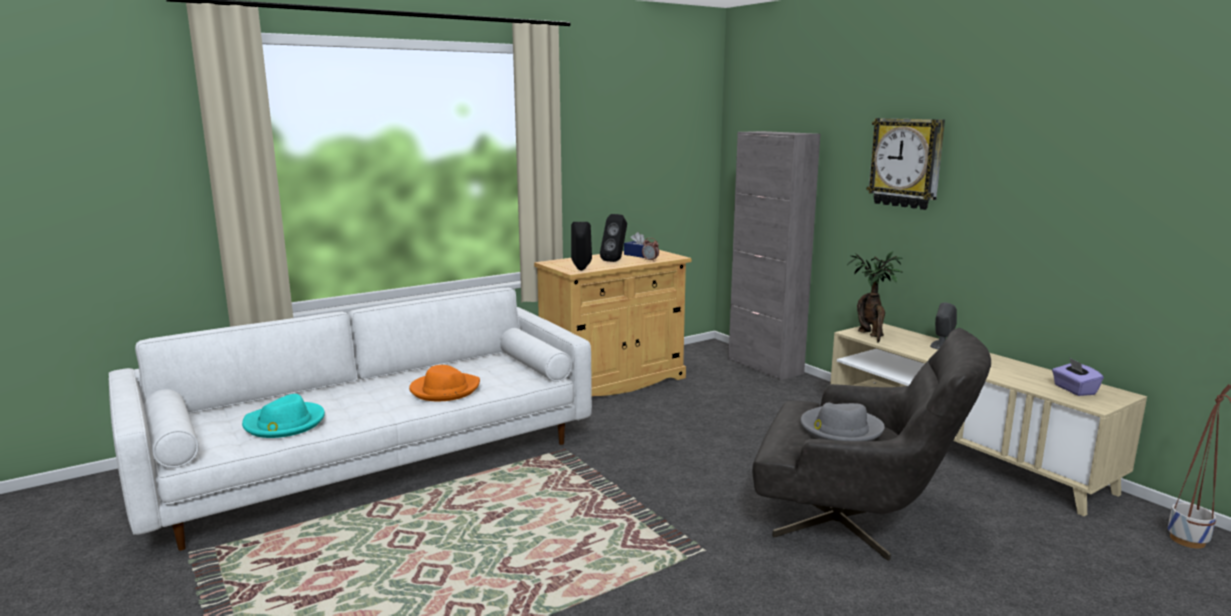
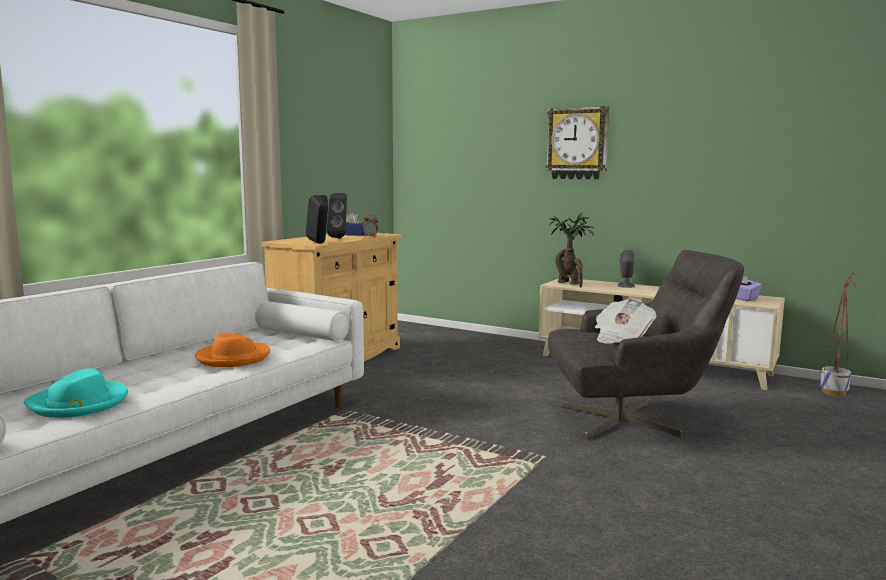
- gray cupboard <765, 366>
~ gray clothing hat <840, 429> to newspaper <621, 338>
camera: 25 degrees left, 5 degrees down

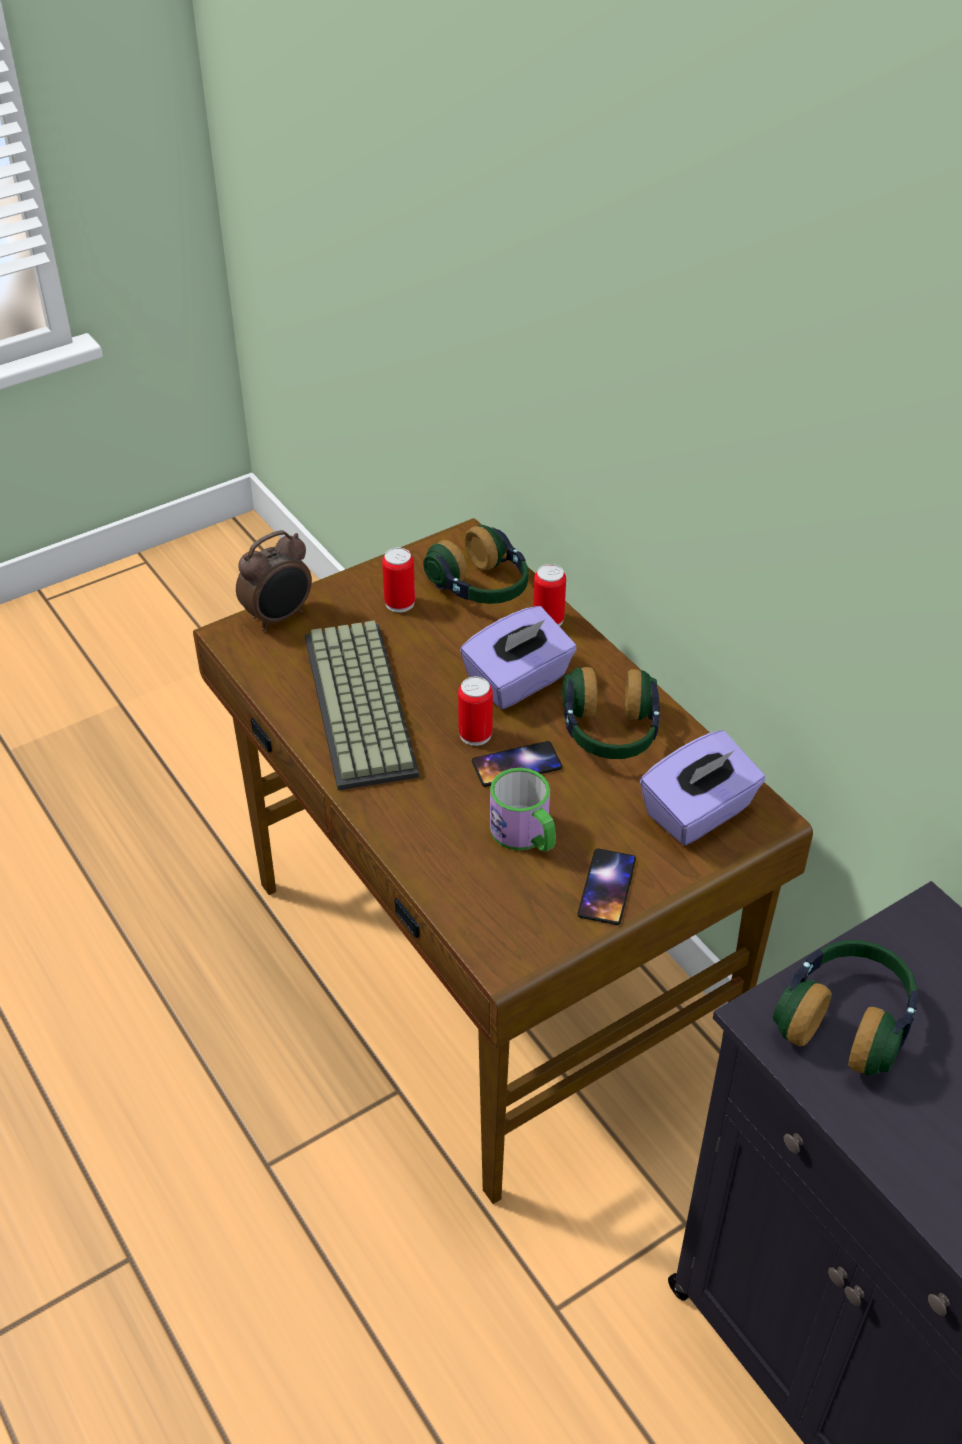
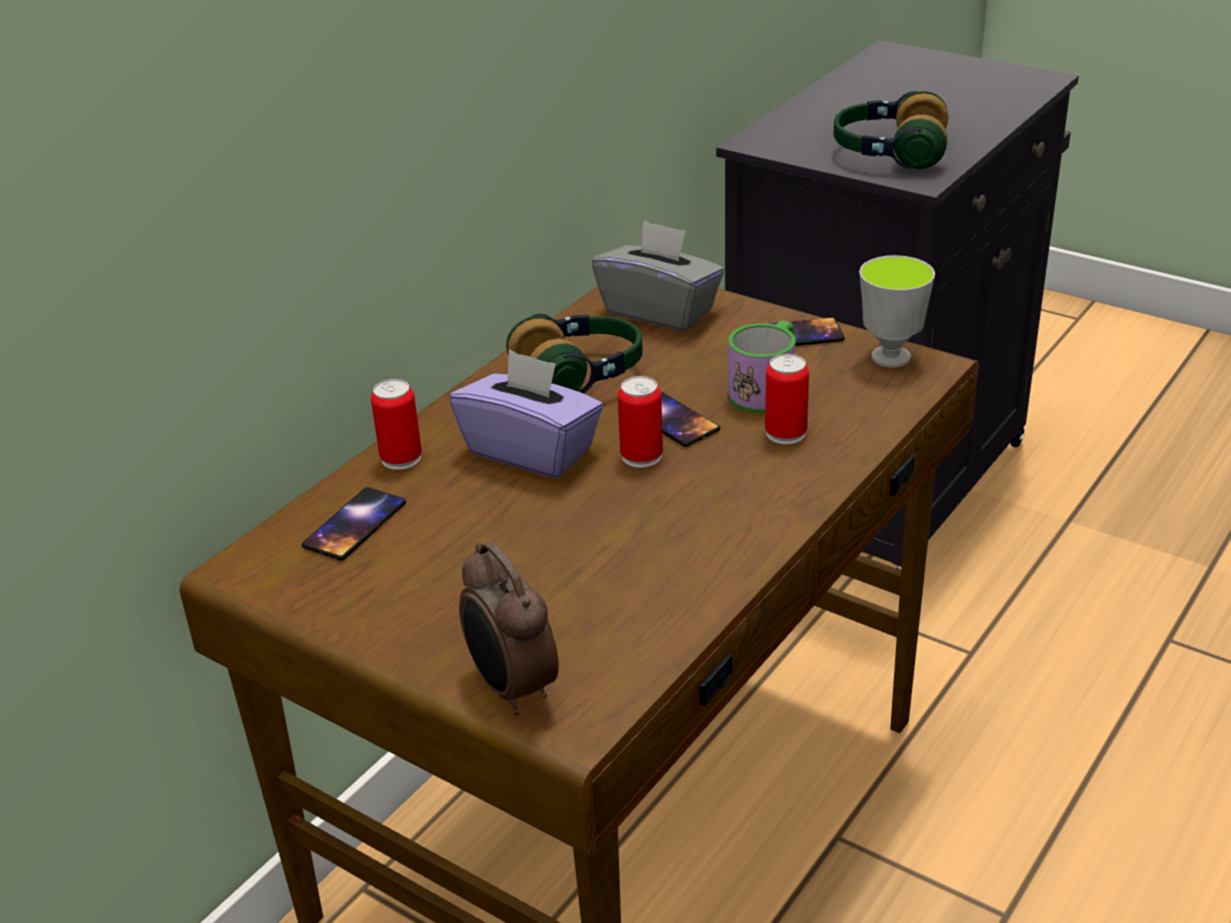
~ pair of headphones <481, 587> to handset <355, 524>
~ alarm clock <279, 617> = <511, 688> 150 degrees counterclockwise
~ metal can <399, 603> to <785, 433>
- PC keyboard <363, 706>
~ purplish box of tissues <698, 813> to gray box of tissues <660, 311>
+ drinking cup <891, 357>
camera: 110 degrees left, 10 degrees down

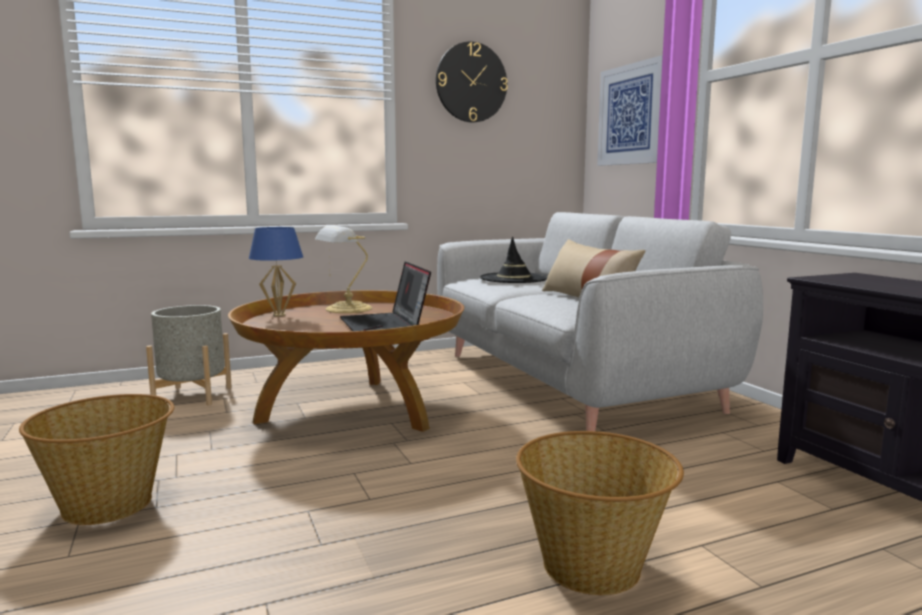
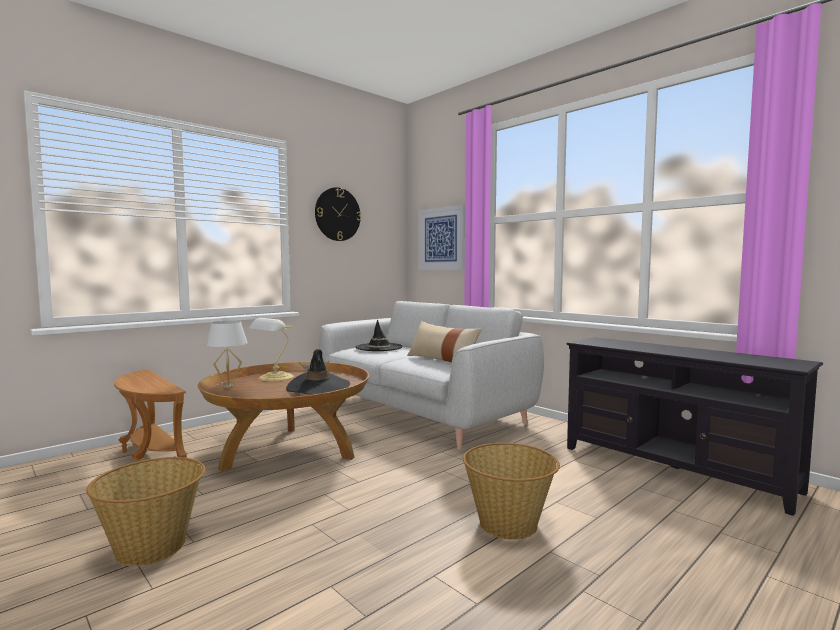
~ blue lamp for a table <279, 315> to white-coloured lamp for a table <228, 386>
~ laptop <385, 325> to black clothing hat <318, 388>
~ gray planter <193, 395> to brownish accent table <149, 456>
camera: 20 degrees left, 5 degrees down

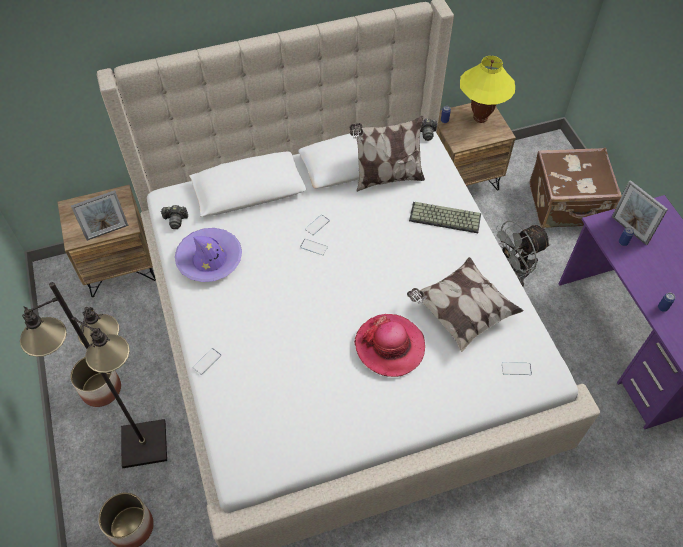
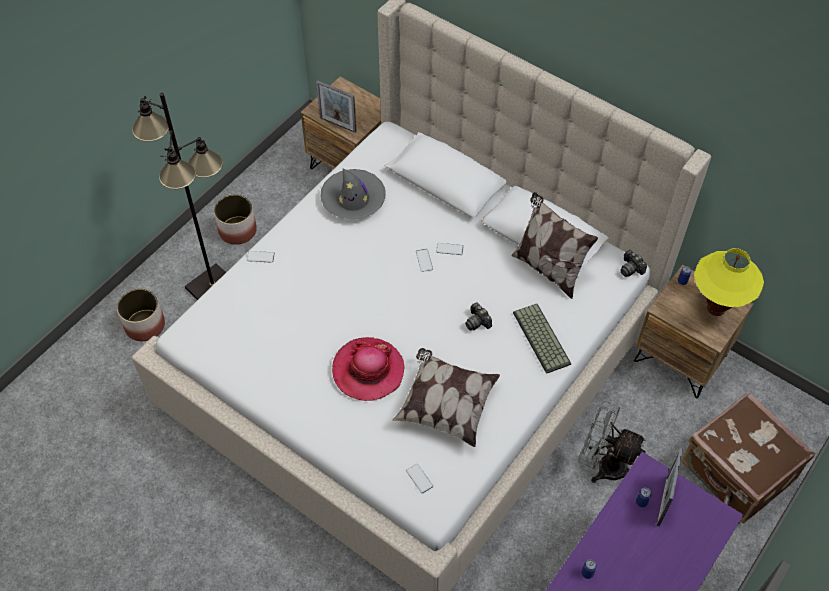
~ still camera <175, 220> to <477, 322>
~ purplish clothing hat <209, 259> to gray clothing hat <353, 199>
camera: 55 degrees right, 0 degrees up

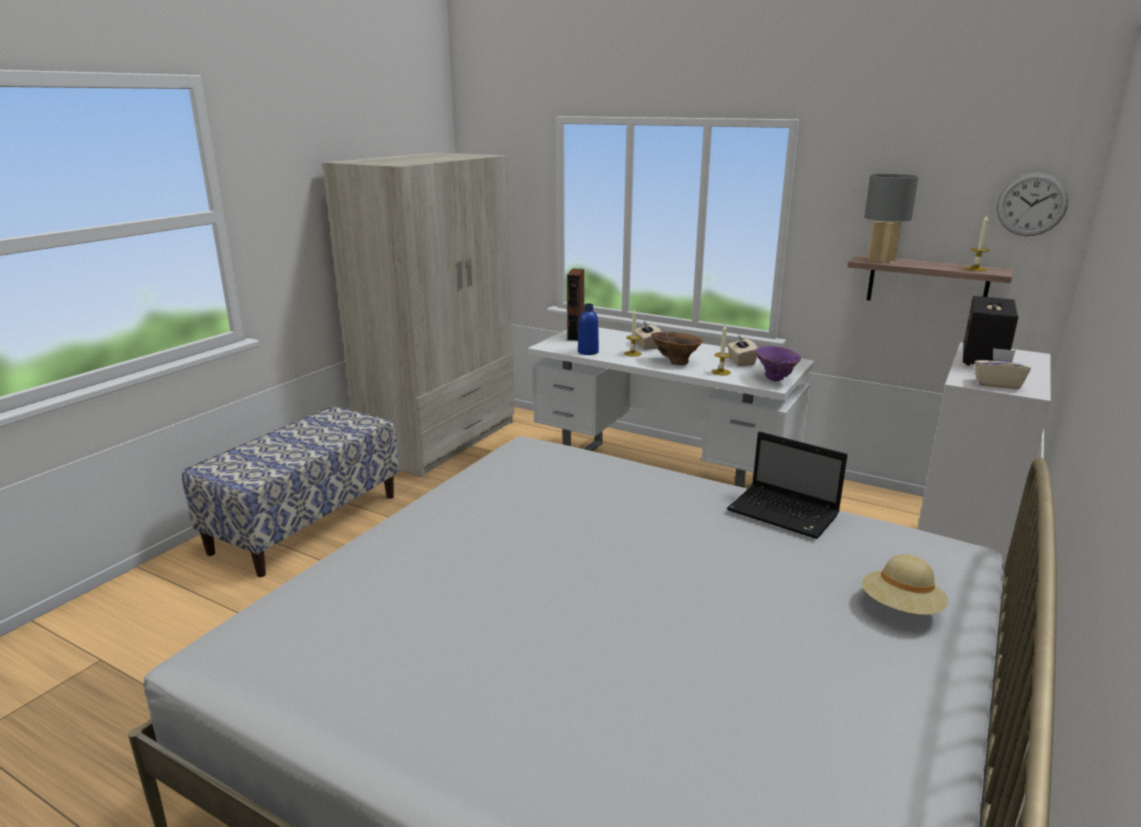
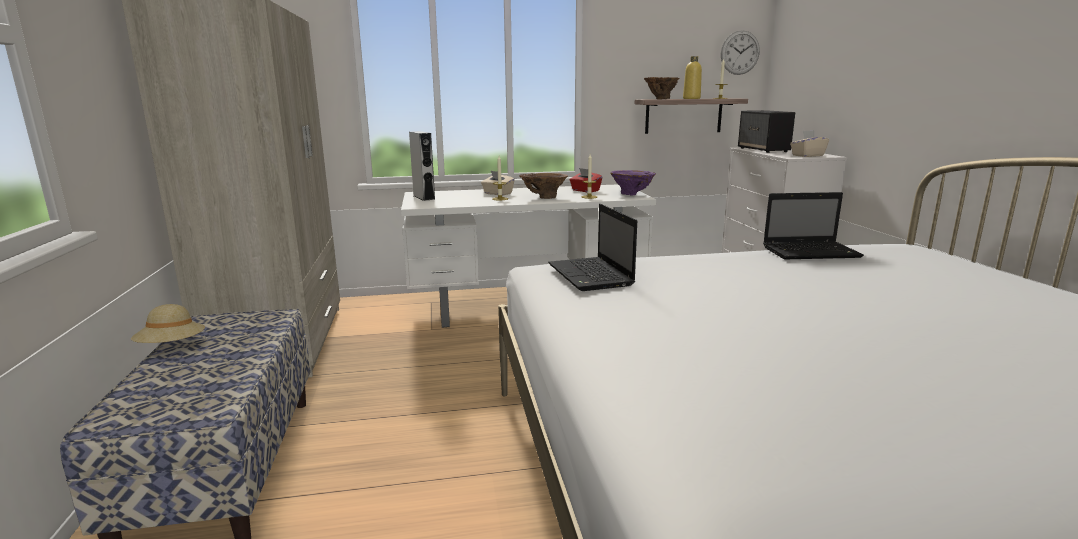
~ gray lamp for a table <880, 260> to brownish flower vase <660, 99>
~ brownish loudspeaker <575, 336> to gray loudspeaker <424, 197>
- blue drink bottle <588, 352>
~ beige-coloured box of tissues <741, 361> to red box of tissues <585, 191>
~ beige-coloured clothing hat <901, 609> to <172, 347>
+ yellowish drink bottle <691, 98>
+ laptop <591, 276>
camera: 40 degrees left, 5 degrees down

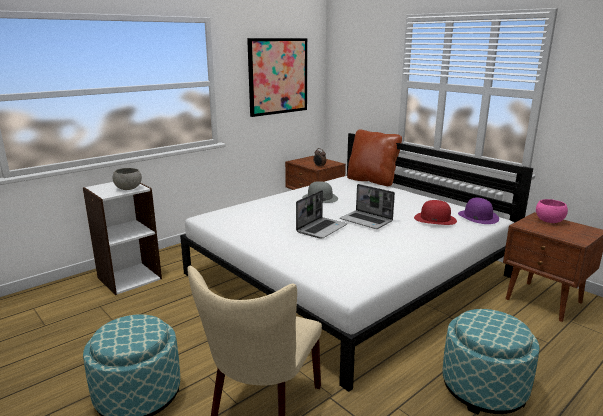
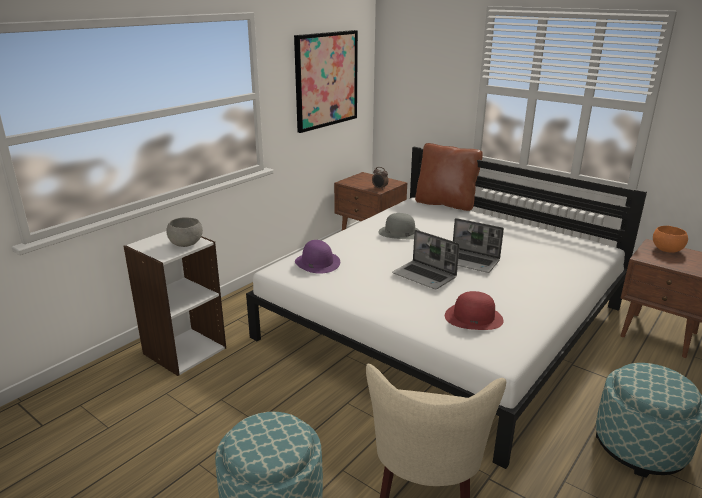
~ laptop <321, 228> = <425, 276> 105 degrees clockwise
~ purplish clothing hat <477, 216> to <317, 262>
~ pink bowl <549, 221> to orange-coloured bowl <666, 250>
~ red clothing hat <435, 219> to <474, 317>
camera: 10 degrees left, 5 degrees up

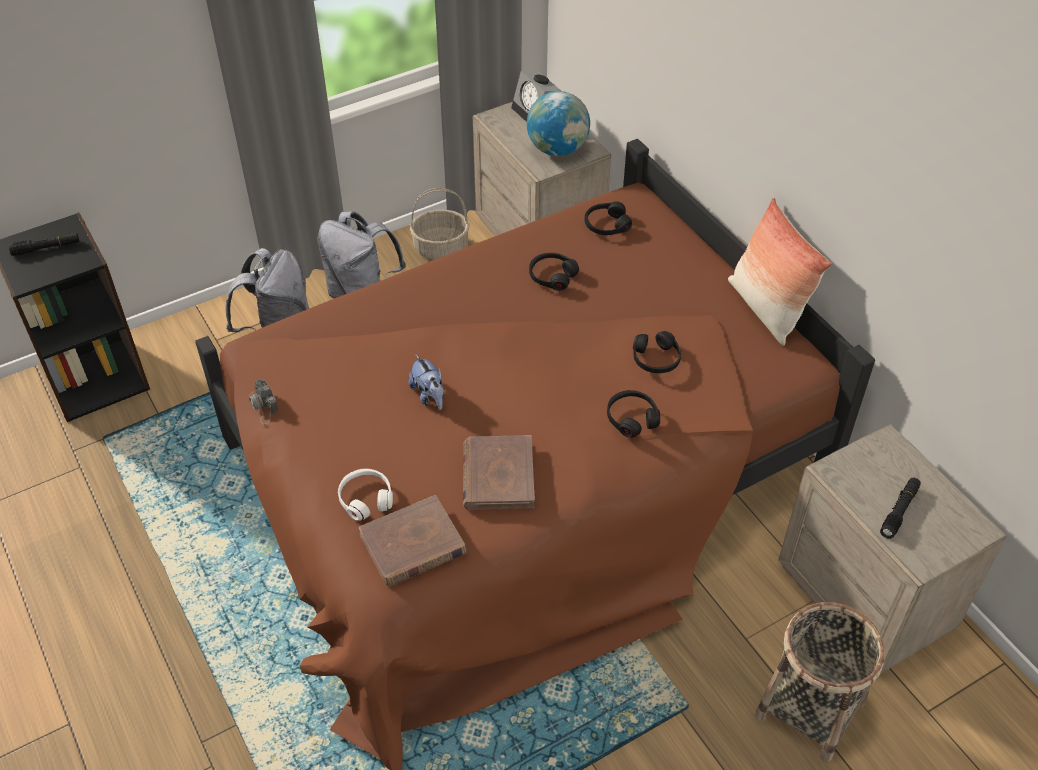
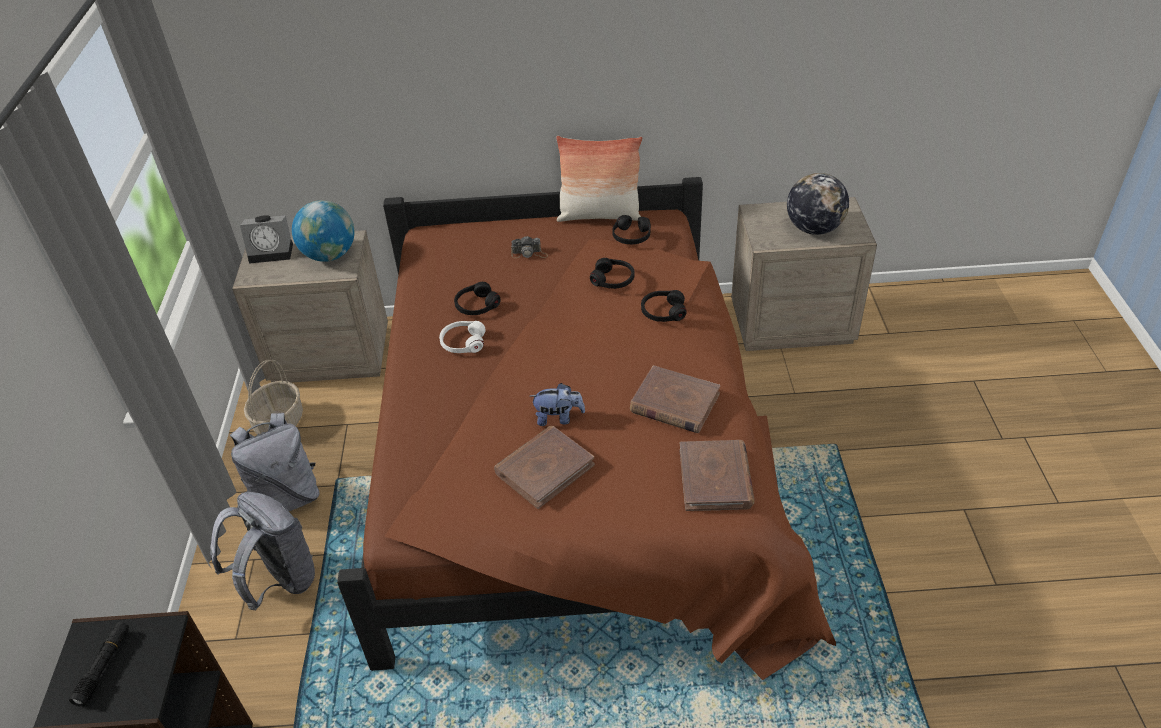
~ black pair of headphones <606, 225> to <631, 236>
~ still camera <263, 406> to <529, 253>
~ white-coloured pair of headphones <366, 498> to <463, 343>
~ black hand torch <899, 511> to globe <813, 229>
- household basket <810, 709>
+ brownish volume <544, 469>
camera: 60 degrees left, 5 degrees down

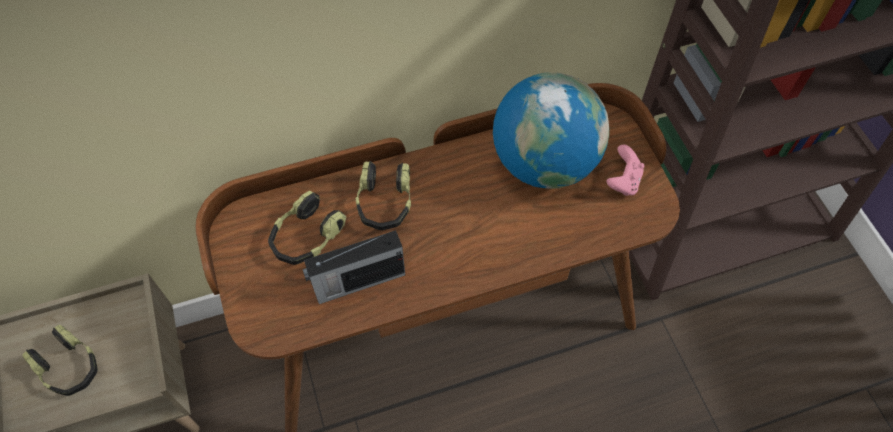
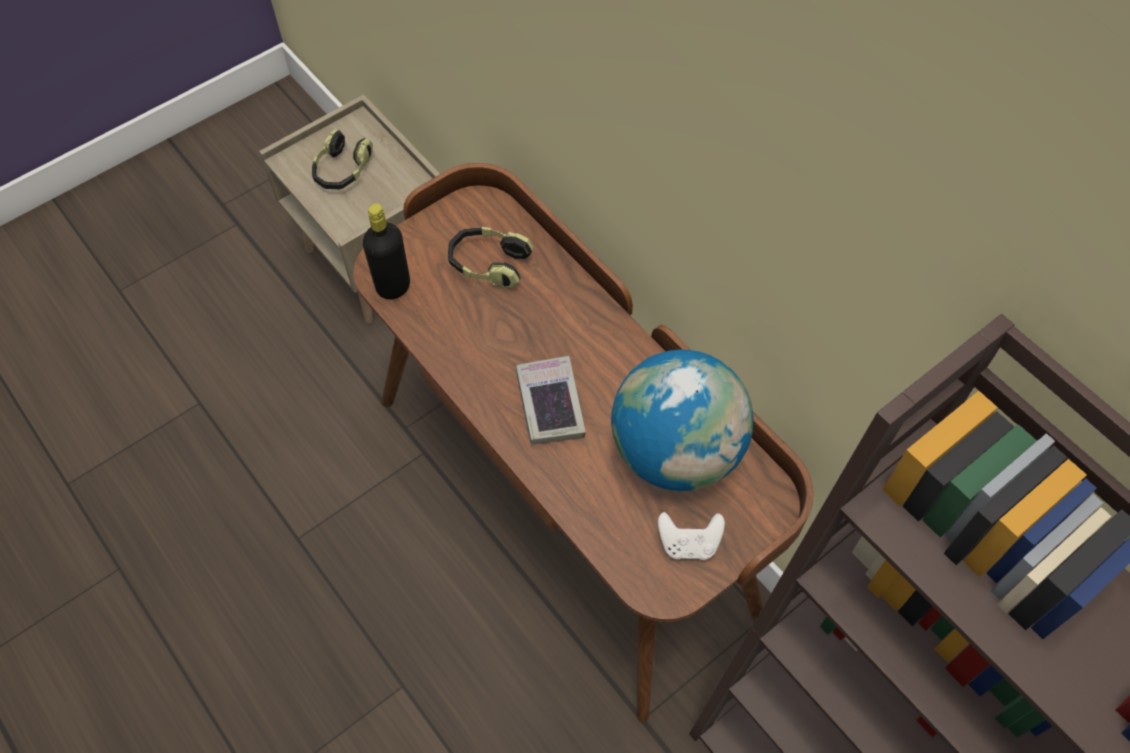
~ pink joypad <623, 181> to white-coloured joypad <688, 543>
- pair of headphones <385, 203>
- radio set <357, 281>
+ black drink bottle <393, 286>
+ volume <550, 404>
camera: 70 degrees right, 0 degrees up

